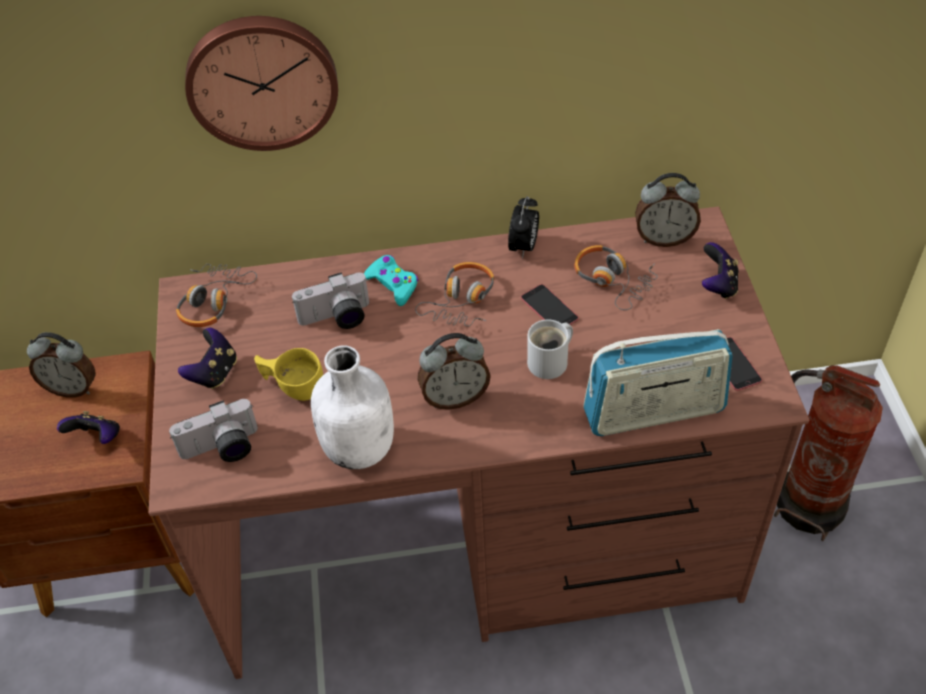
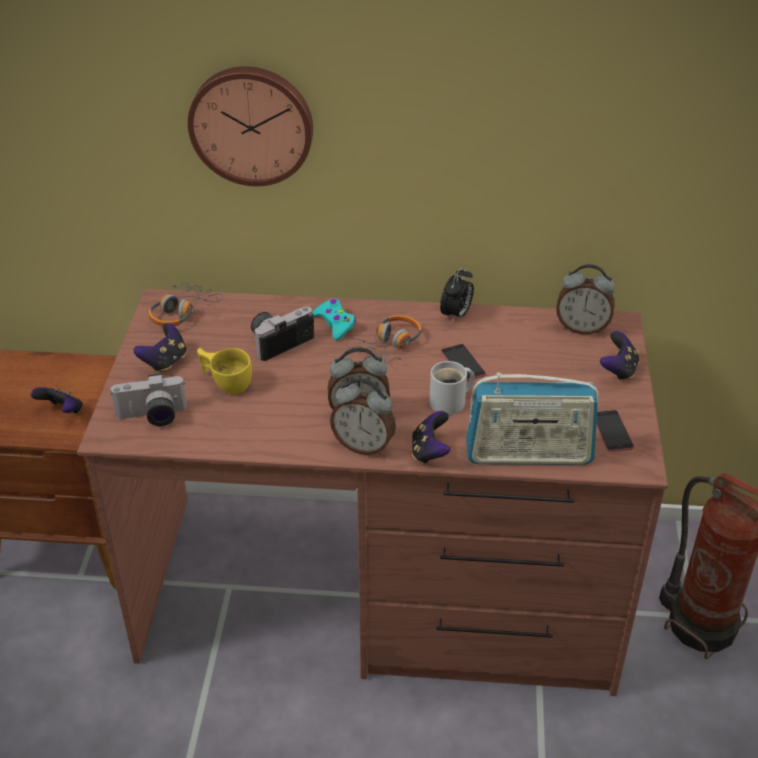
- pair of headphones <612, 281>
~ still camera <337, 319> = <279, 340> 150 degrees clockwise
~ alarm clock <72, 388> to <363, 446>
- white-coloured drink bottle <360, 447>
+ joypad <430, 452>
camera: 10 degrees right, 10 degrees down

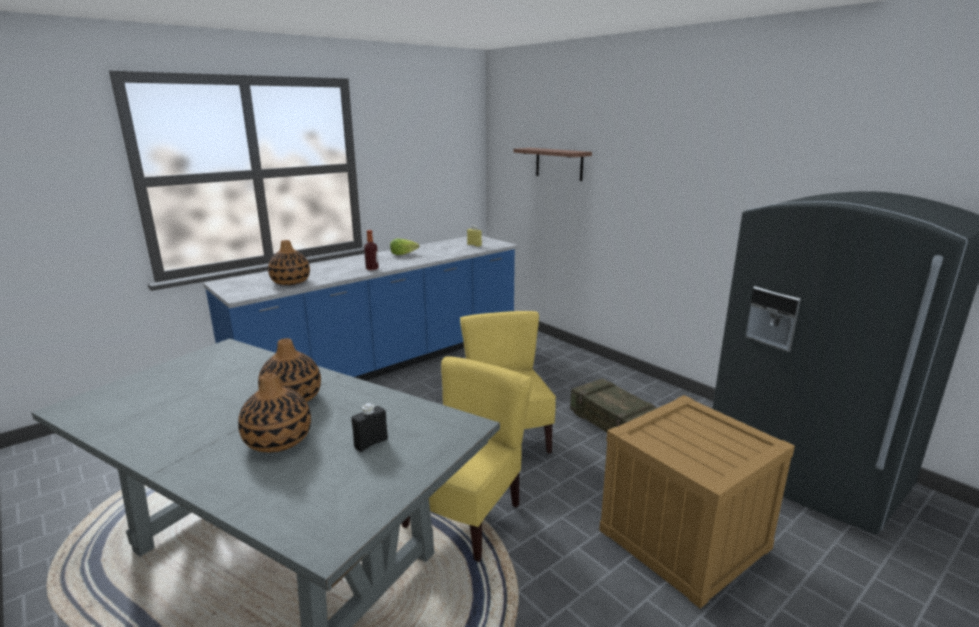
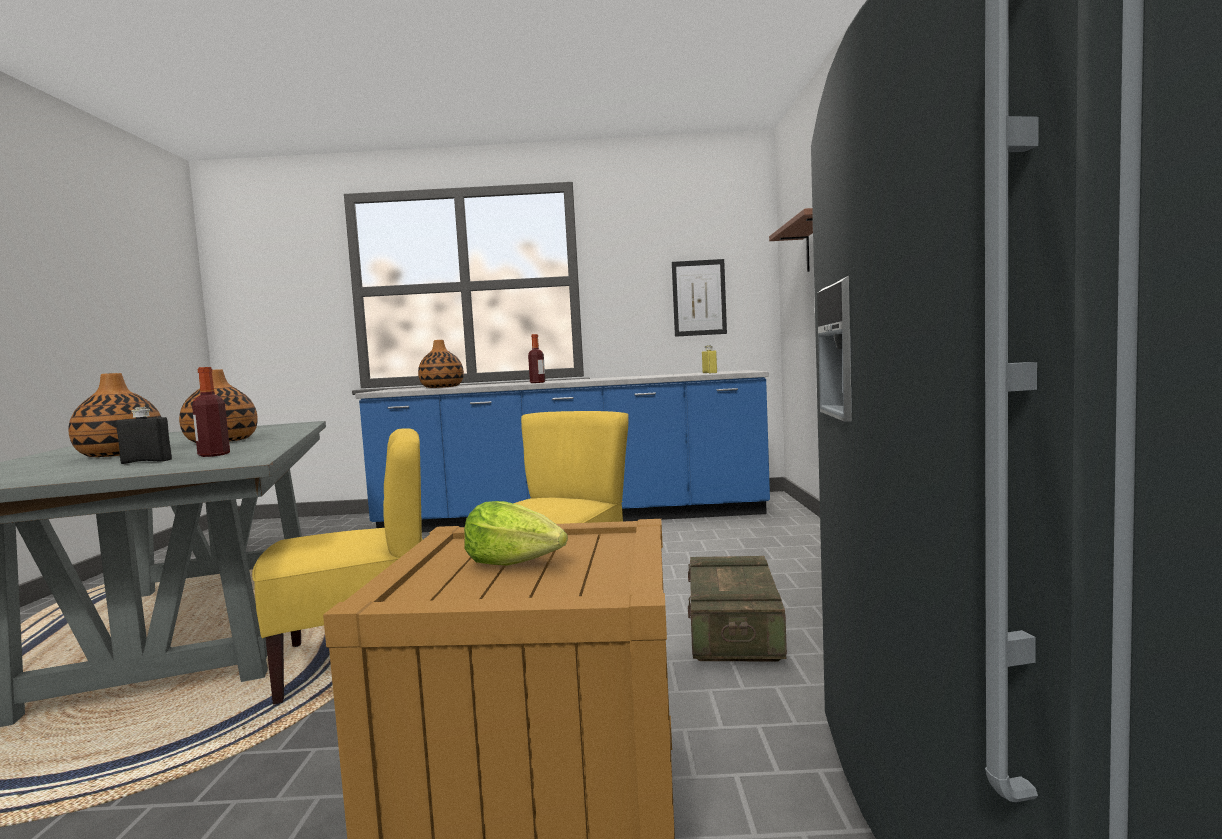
~ head of lettuce <403, 254> to <515, 563>
+ picture <699, 298>
+ drink bottle <214, 455>
camera: 40 degrees right, 15 degrees down

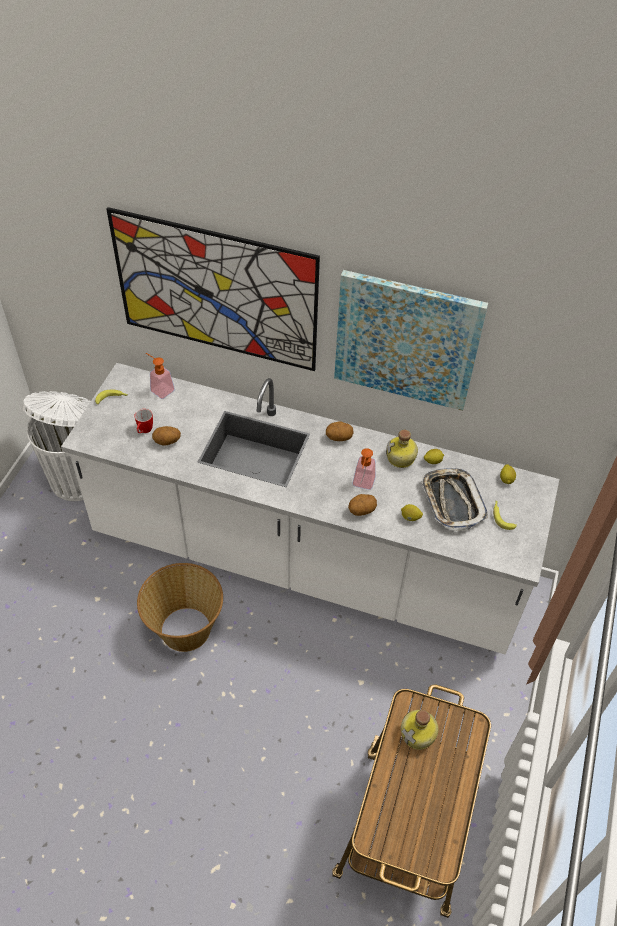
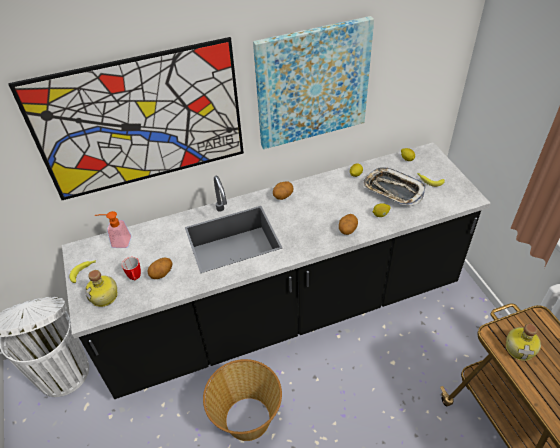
~ white-coloured counter <305, 561> to black counter <284, 313>
~ drink bottle <401, 458> to <105, 296>
- soap bottle <362, 484>
camera: 35 degrees left, 5 degrees down

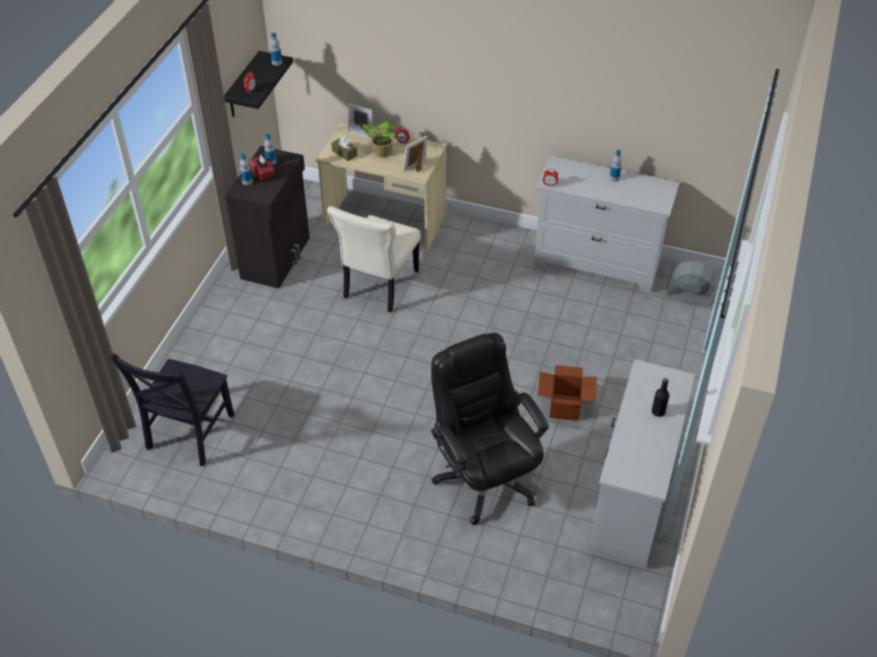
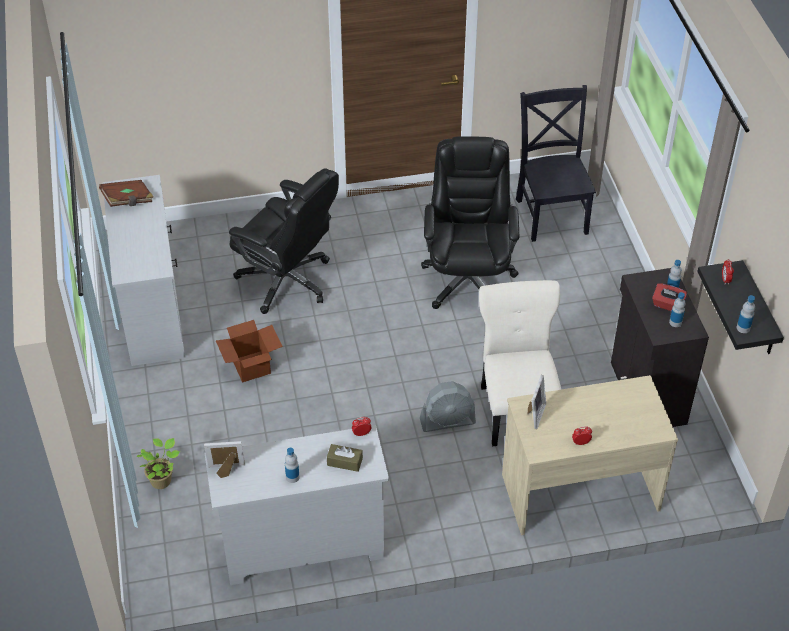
~ photo frame <362, 133> to <226, 471>
~ plant in a pot <381, 153> to <162, 480>
~ brownish box of tissues <344, 153> to <344, 462>
~ gray electric fan <689, 296> to <447, 421>
- black drink bottle <658, 412>
+ black desk chair <467, 279>
+ brownish volume <128, 201>
camera: 150 degrees right, 0 degrees up

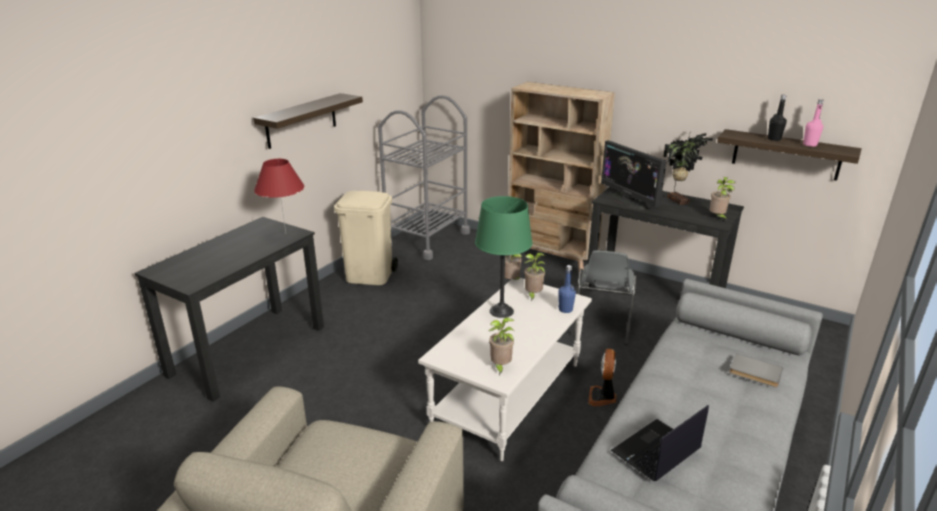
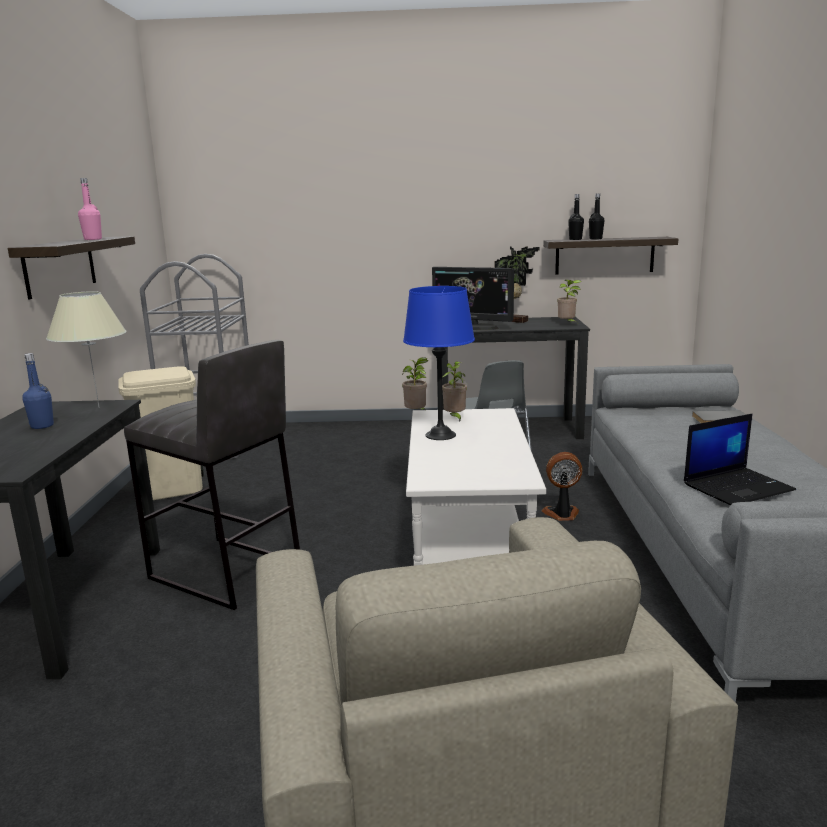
- beige-coloured bookcase <551, 259>
~ pink drink bottle <809, 145> to <93, 239>
~ red lamp for a table <285, 234> to beige-coloured lamp for a table <98, 407>
~ greenish lamp for a table <501, 311> to blue lamp for a table <440, 435>
~ blue drink bottle <565, 309> to <42, 426>
- plant in a pot <500, 367>
~ electric fan <602, 397> = <562, 514> 105 degrees clockwise
~ laptop <656, 451> = <738, 487> 135 degrees counterclockwise
+ black drink bottle <575, 239>
+ gray sitting stool <225, 572>
camera: 30 degrees left, 10 degrees down

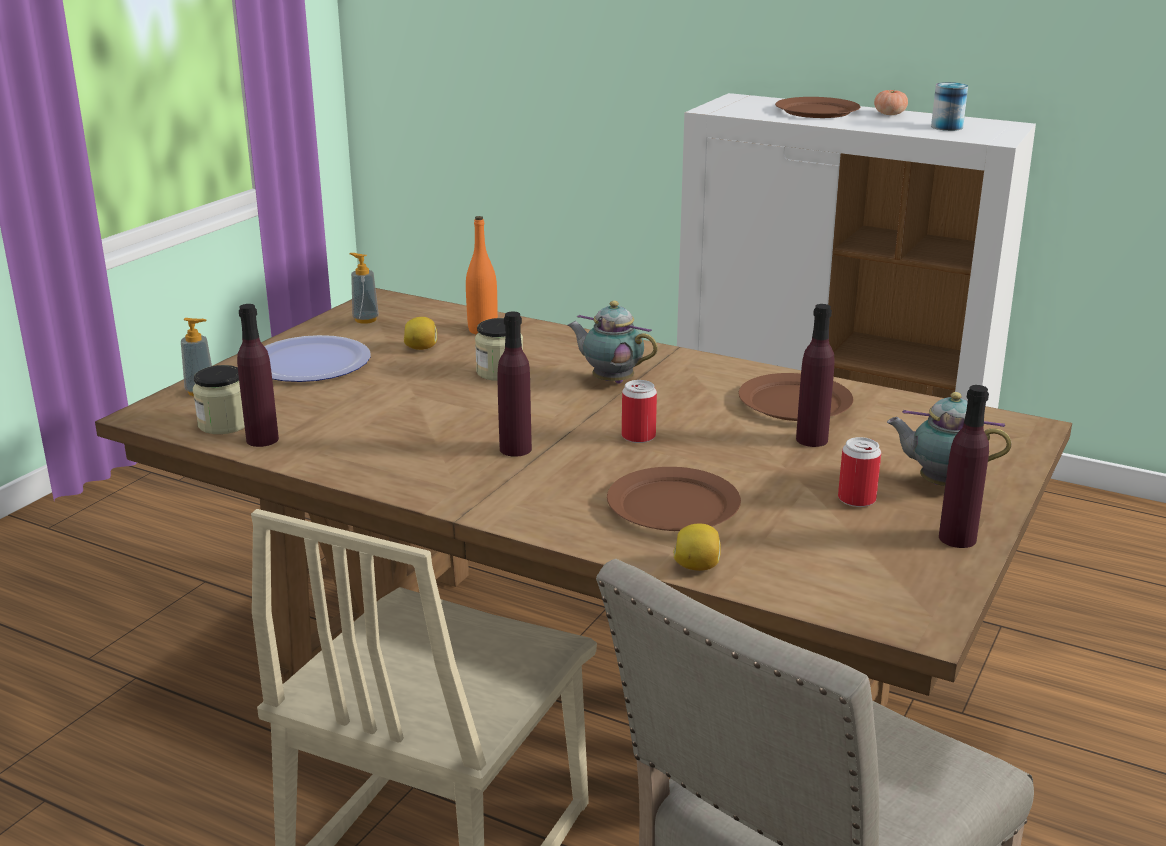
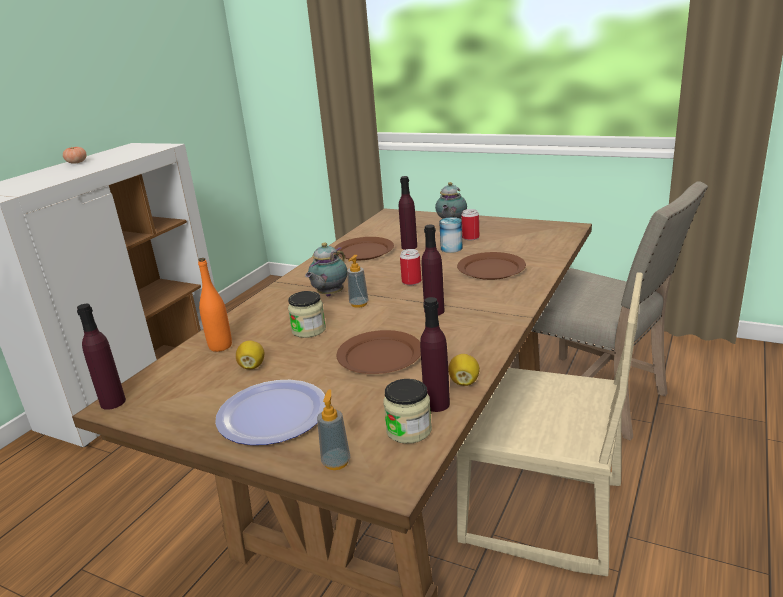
~ metal can <947, 127> to <451, 248>
~ brownish plate <816, 111> to <379, 356>
~ soap bottle <365, 319> to <359, 304>
~ purplish drink bottle <957, 538> to <113, 402>
~ lemon <697, 566> to <464, 382>
camera: 90 degrees left, 0 degrees up

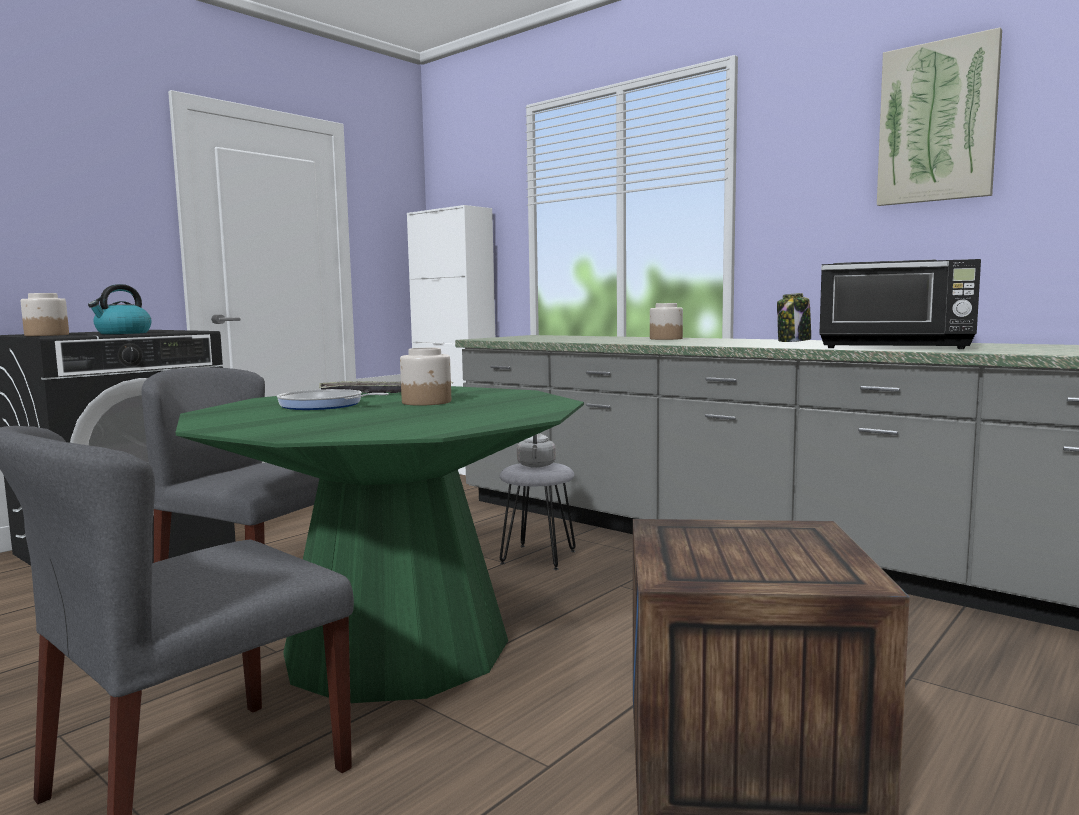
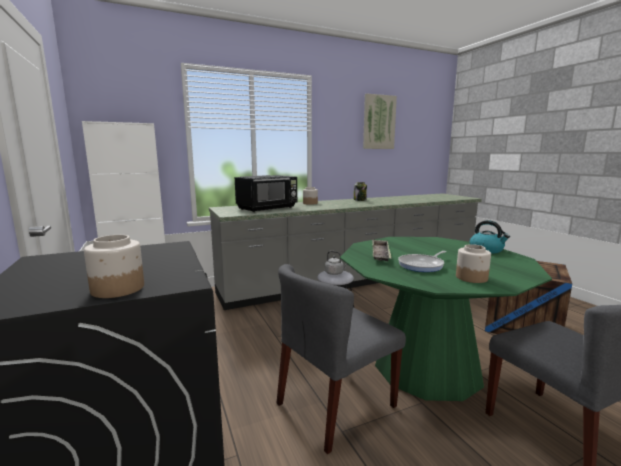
~ black microwave oven <895, 347> to <268, 208>
~ tea kettle <123, 333> to <487, 250>
~ jar <427, 402> to <471, 278>
camera: 65 degrees left, 5 degrees up

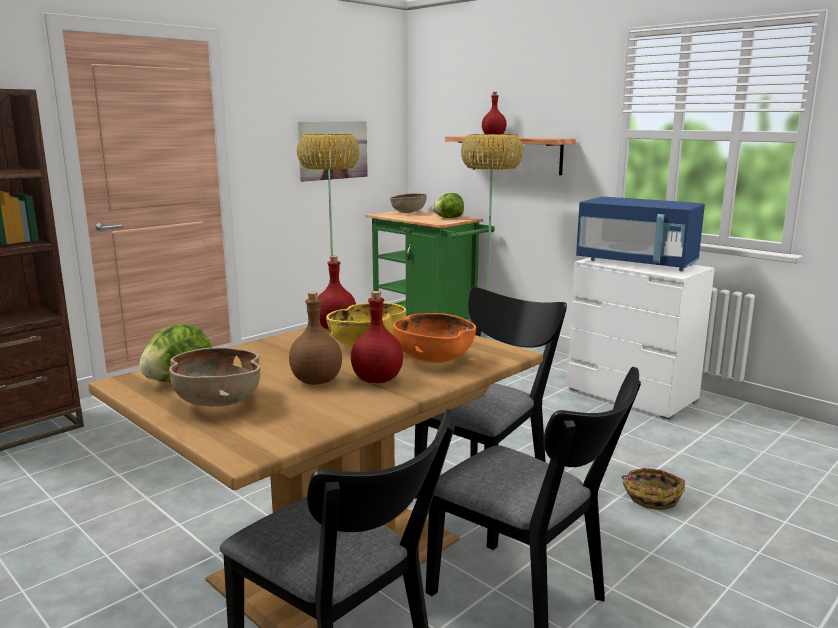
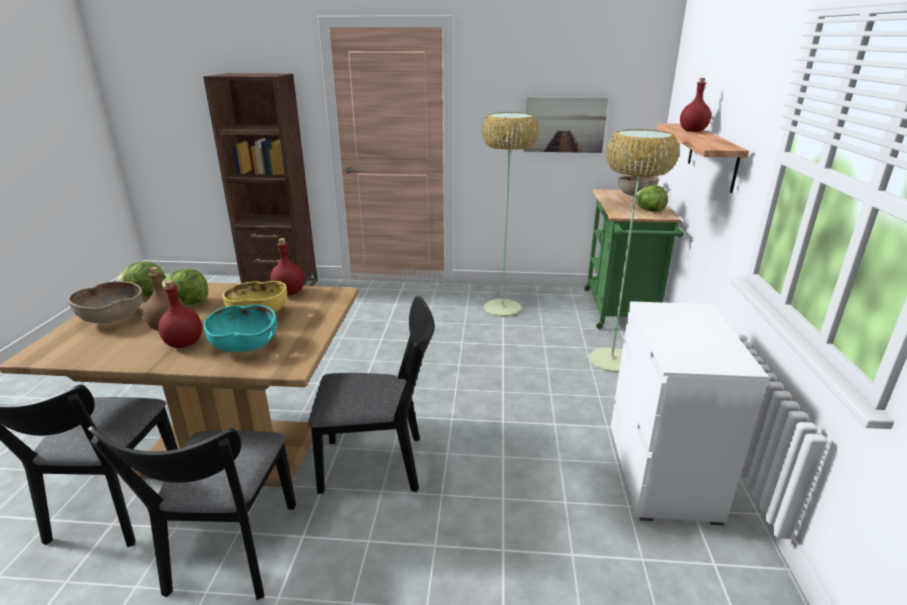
- blue microwave oven <636, 263>
~ orange-coloured bowl <433, 359> to turquoise bowl <245, 345>
- household basket <651, 497>
+ head of lettuce <187, 303>
camera: 50 degrees right, 10 degrees up

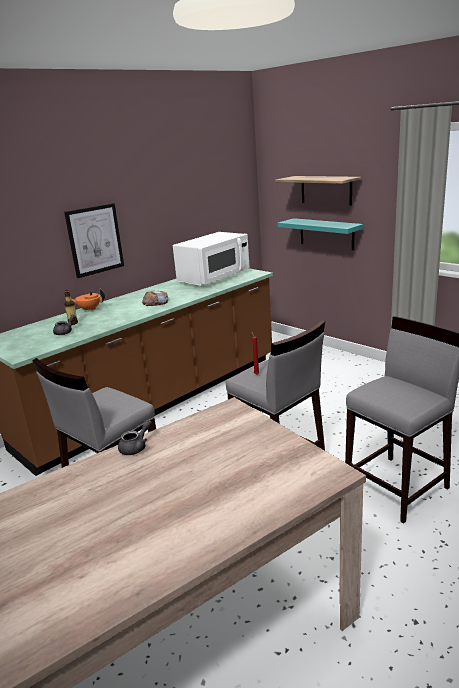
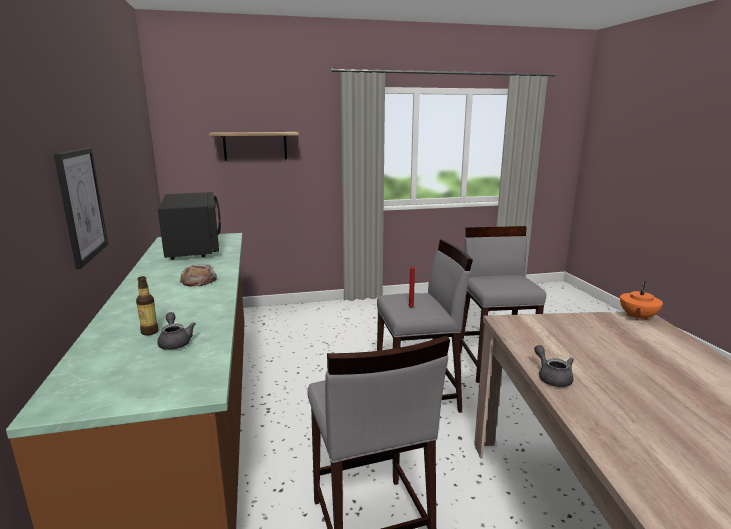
- turquoise shelf <326, 234>
~ white-coloured microwave oven <214, 278> to black microwave oven <193, 248>
~ orange-coloured pot for tea <89, 309> to <637, 317>
camera: 60 degrees left, 5 degrees down

